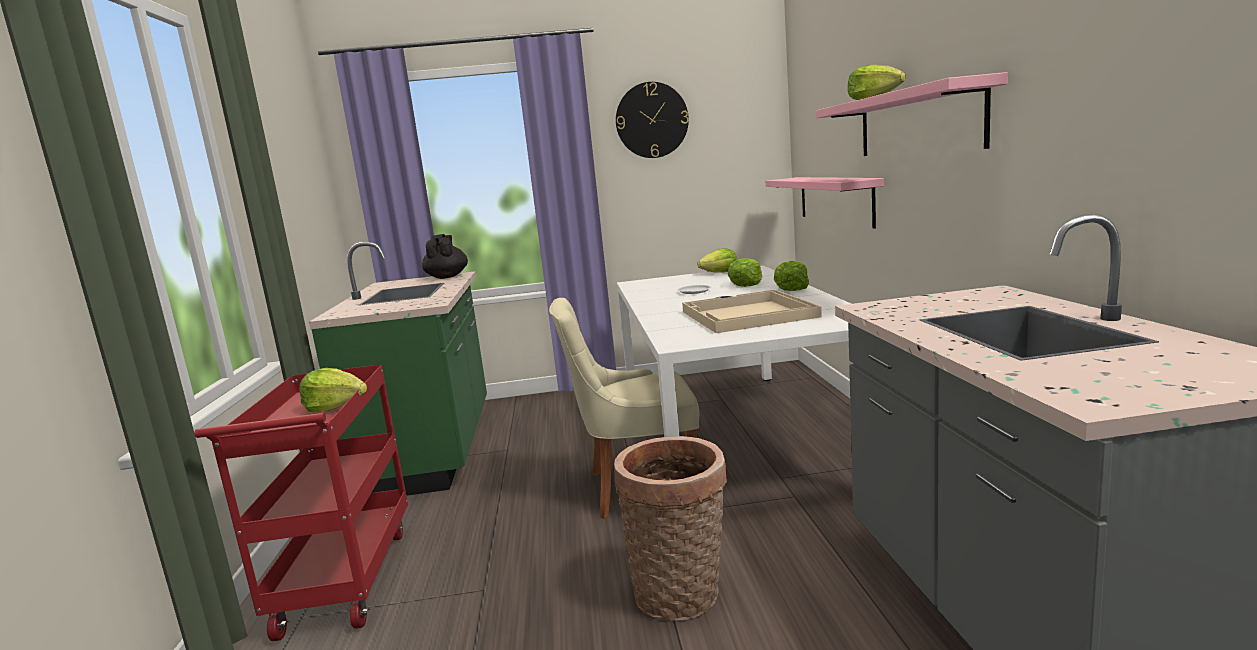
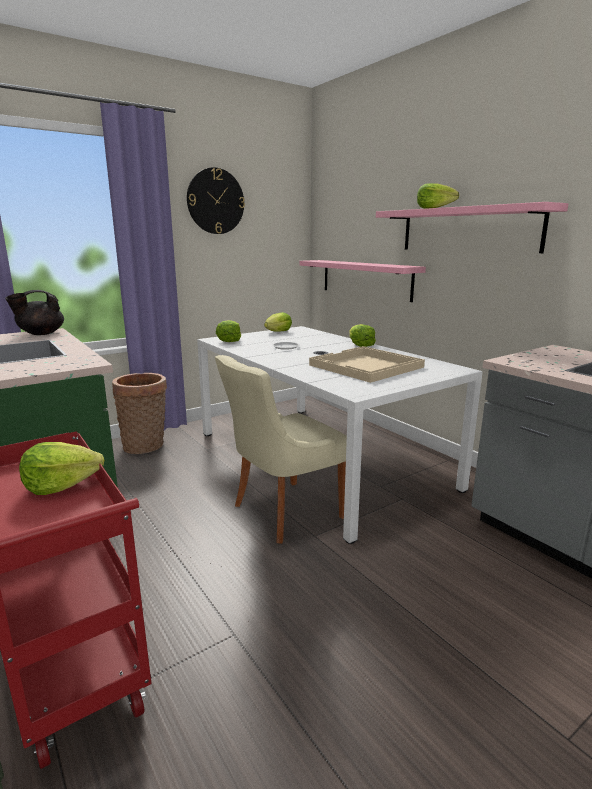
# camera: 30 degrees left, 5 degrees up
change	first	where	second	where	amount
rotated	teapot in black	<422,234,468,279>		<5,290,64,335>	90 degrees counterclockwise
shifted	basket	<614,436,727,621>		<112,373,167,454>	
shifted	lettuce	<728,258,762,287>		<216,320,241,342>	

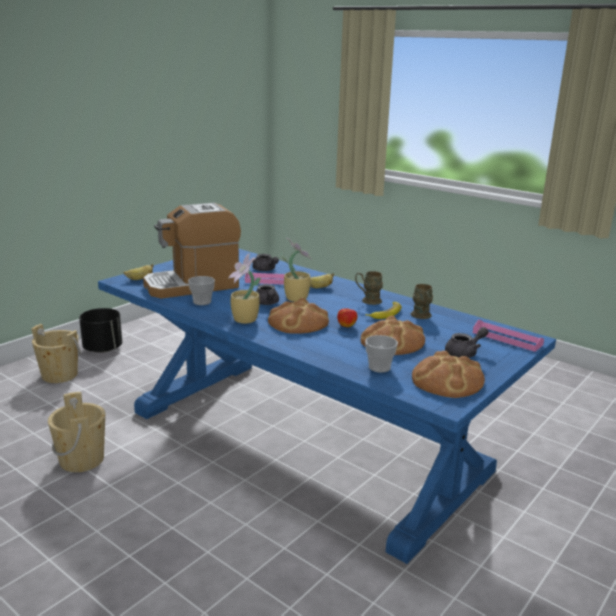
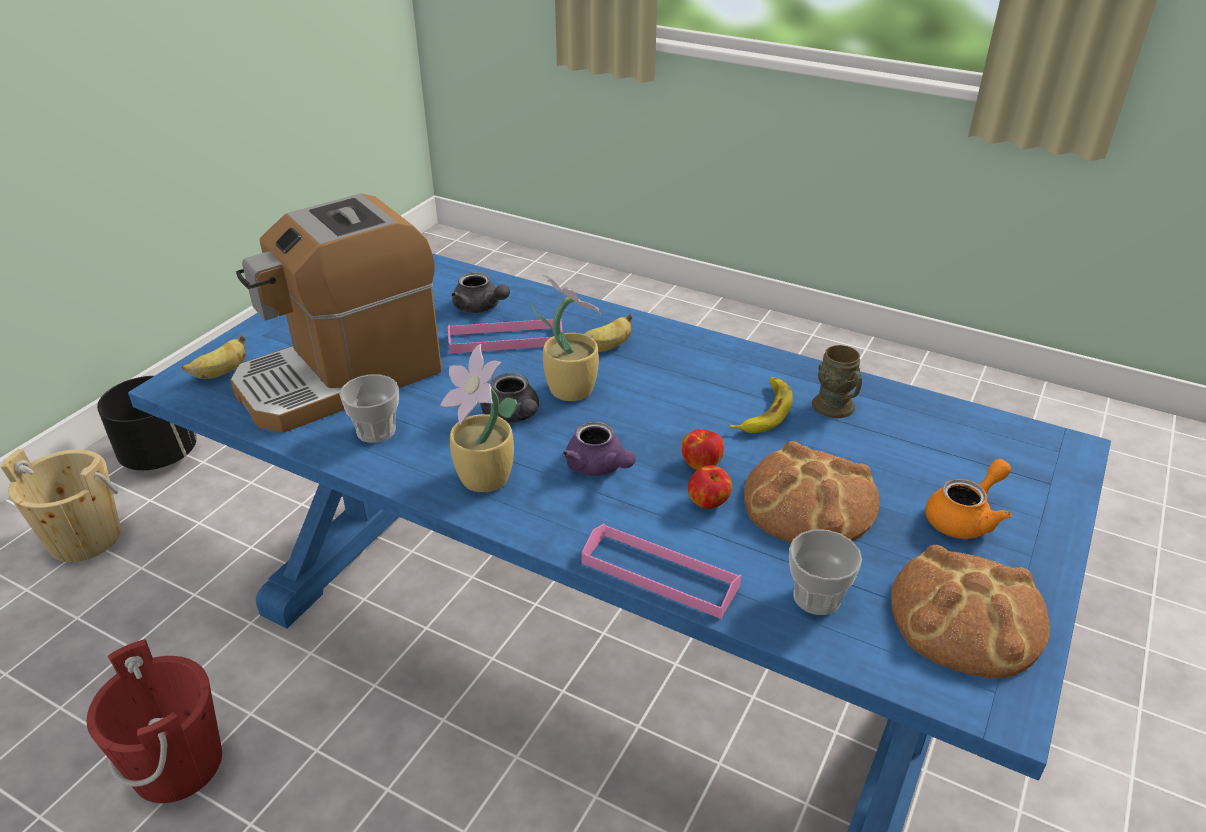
# camera: 10 degrees left, 15 degrees up
change	first	where	second	where	amount
repainted	bucket in beige	<48,392,105,472>	bucket in red	<87,639,222,803>	
swapped	bread	<268,298,329,334>	teapot in purple	<562,422,636,476>	
shifted	tray in pink	<473,320,544,352>		<582,523,741,619>	
new			apple	<688,465,732,509>	
repainted	teapot in grey	<445,327,489,358>	teapot in orange	<925,459,1011,539>	
gone	mug in brown	<355,271,383,305>			

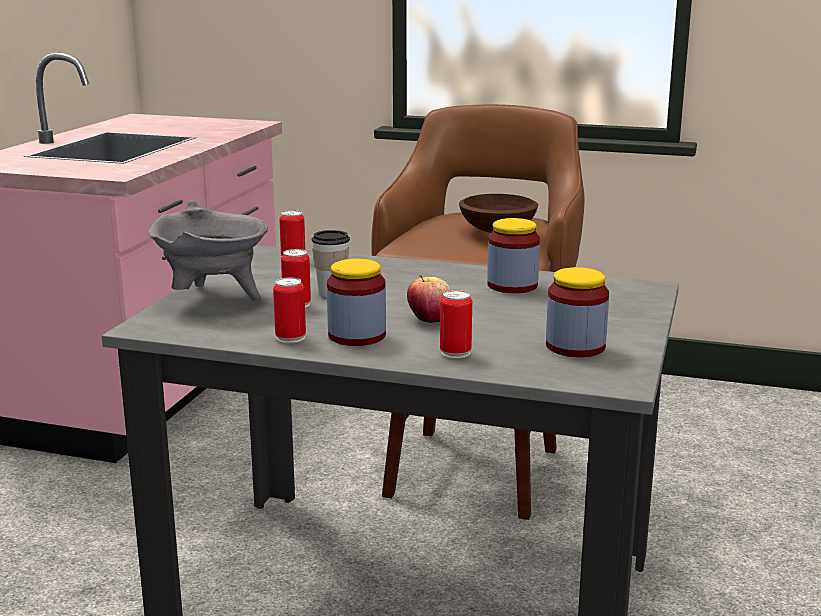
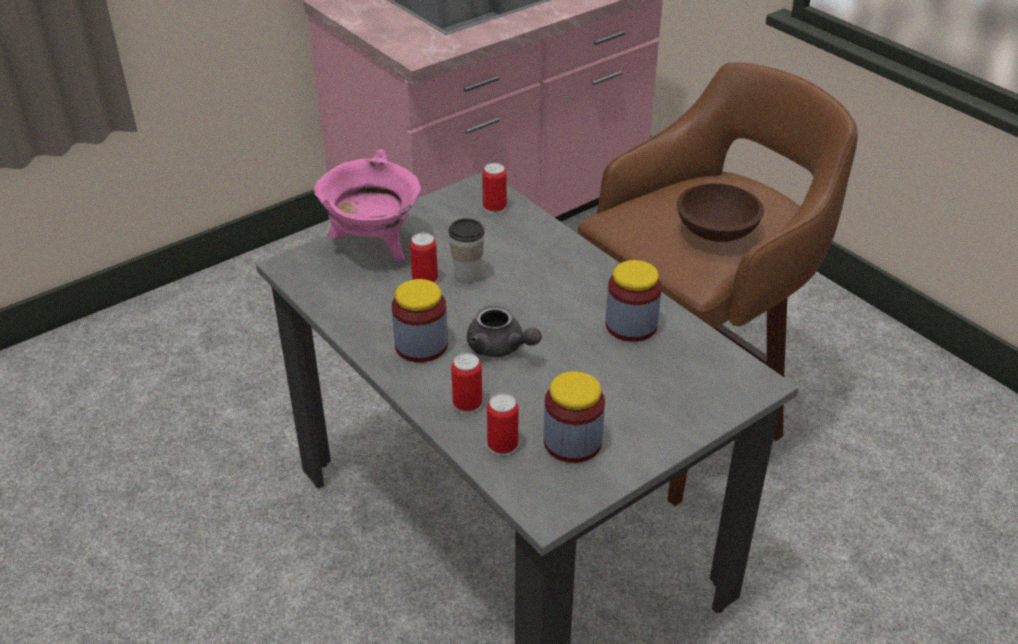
# camera: 35 degrees right, 20 degrees up
change	first	where	second	where	amount
repainted	cooking pot in grey	<148,200,268,301>	cooking pot in pink	<313,149,421,263>	
swapped	apple	<407,275,451,323>	teapot in grey	<467,305,542,357>	
shifted	can	<273,278,306,343>		<487,393,518,456>	

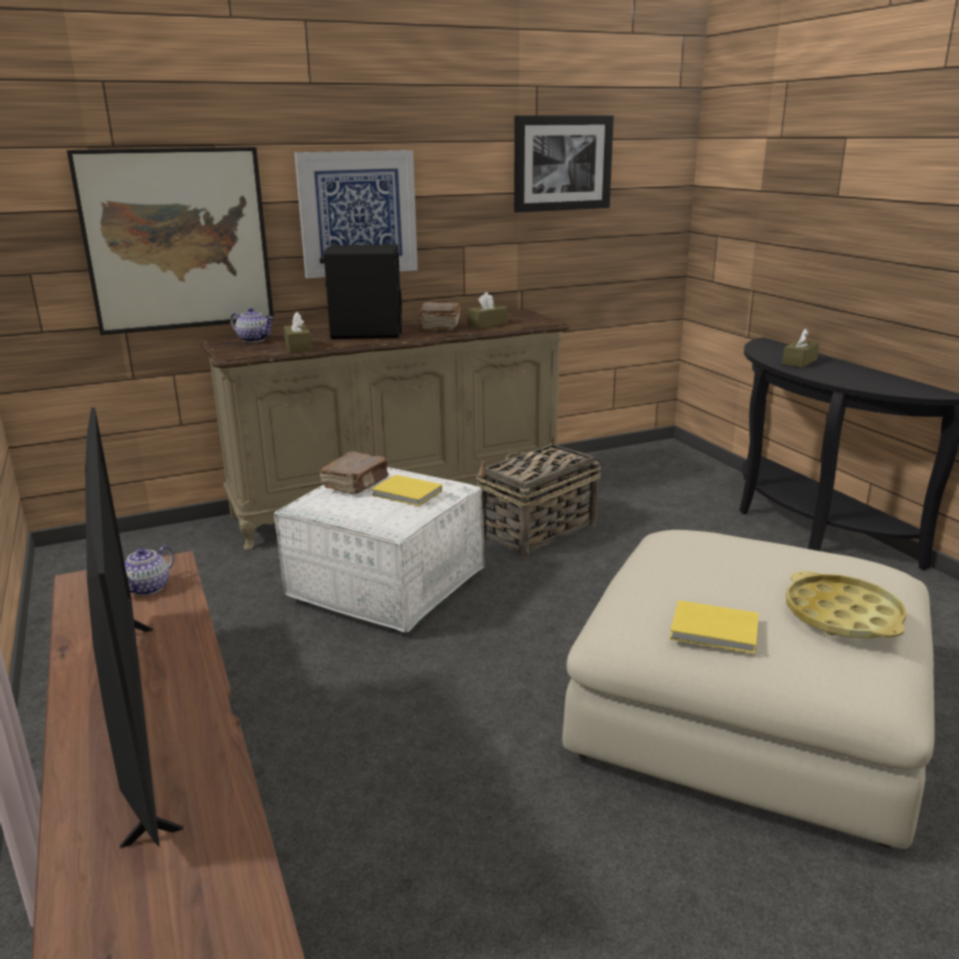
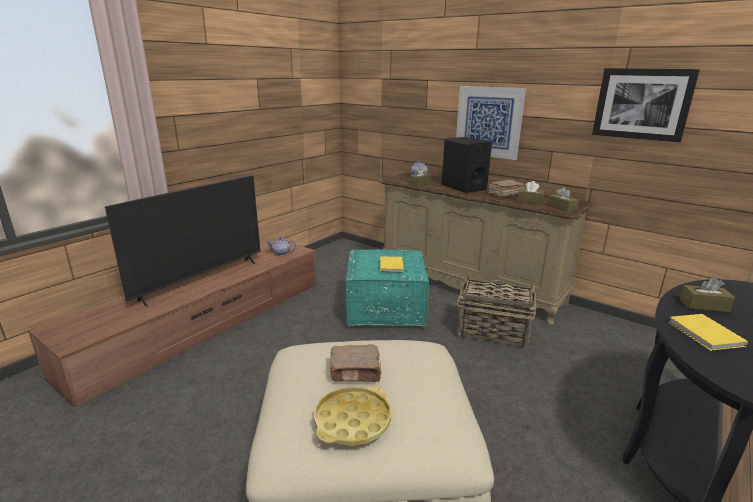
# camera: 60 degrees right, 0 degrees up
change	first	where	second	where	amount
shifted	book in brown	<320,451,389,494>		<330,344,382,382>	
repainted	ottoman in white	<274,467,485,633>	ottoman in turquoise	<346,250,429,327>	
new			tissue box in brown	<548,187,579,212>	
shifted	book in yellow	<670,600,759,654>		<668,314,748,351>	
gone	picture	<67,147,274,335>			

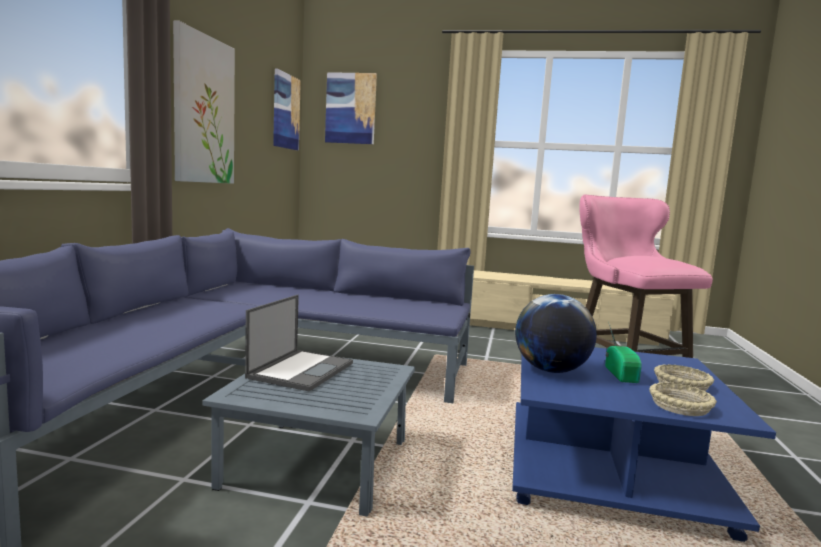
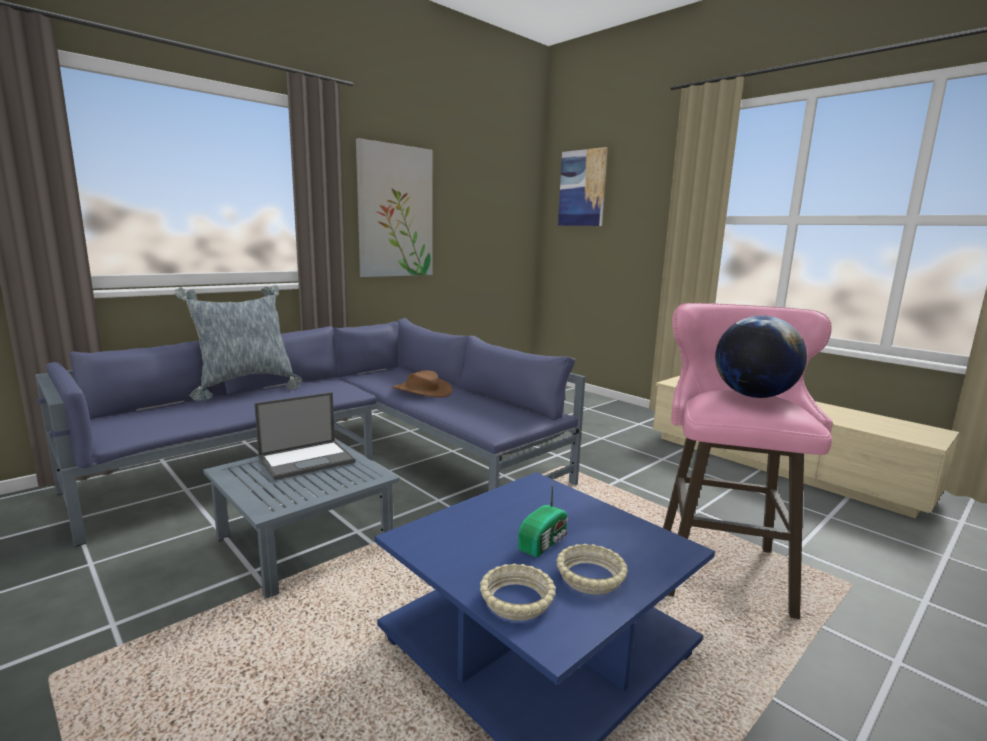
# camera: 35 degrees right, 5 degrees up
change	first	where	second	where	amount
new			pillow	<174,285,302,400>	
new			hat in brown	<392,371,453,397>	
shifted	globe	<515,294,597,373>		<715,316,807,398>	
gone	picture	<273,69,301,151>			

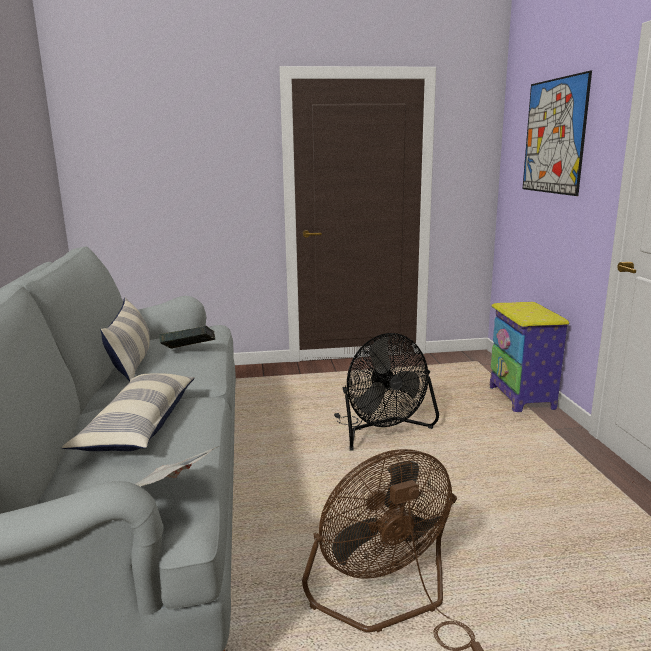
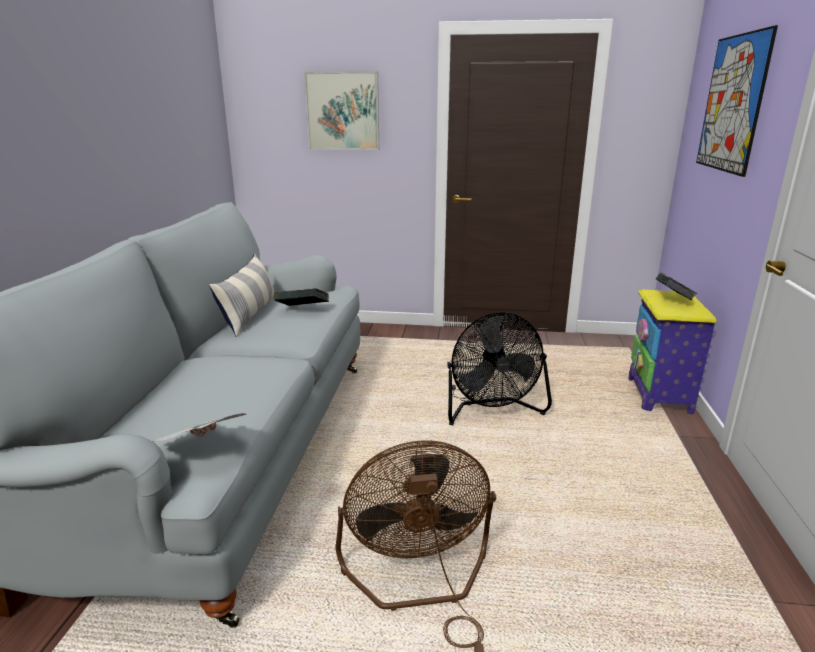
# camera: 15 degrees right, 5 degrees up
change	first	where	second	where	amount
new			picture	<304,71,379,150>	
new			book	<656,273,697,300>	
gone	pillow	<61,373,195,451>			

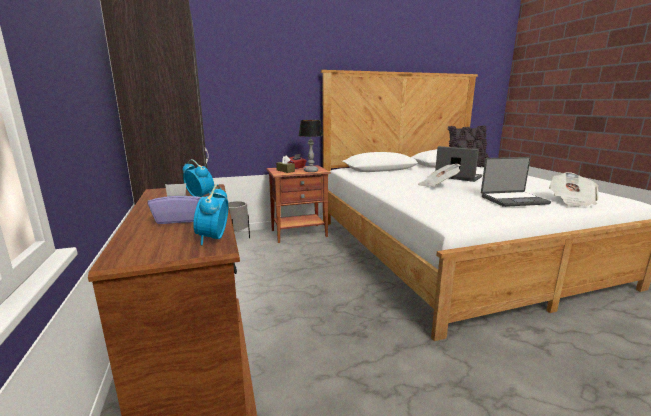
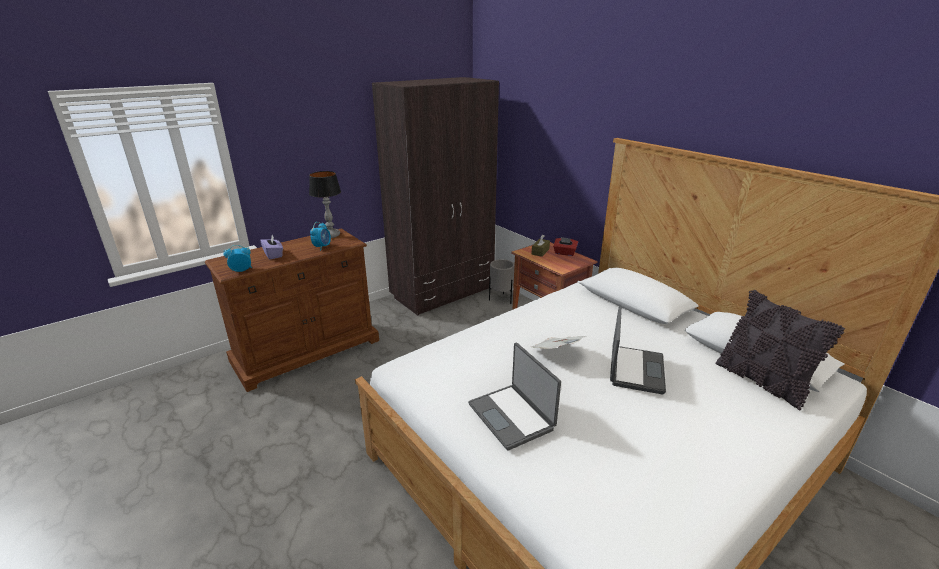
# camera: 70 degrees right, 10 degrees up
change	first	where	second	where	amount
shifted	table lamp	<298,120,323,172>		<309,171,341,238>	
gone	newspaper	<549,172,599,207>			

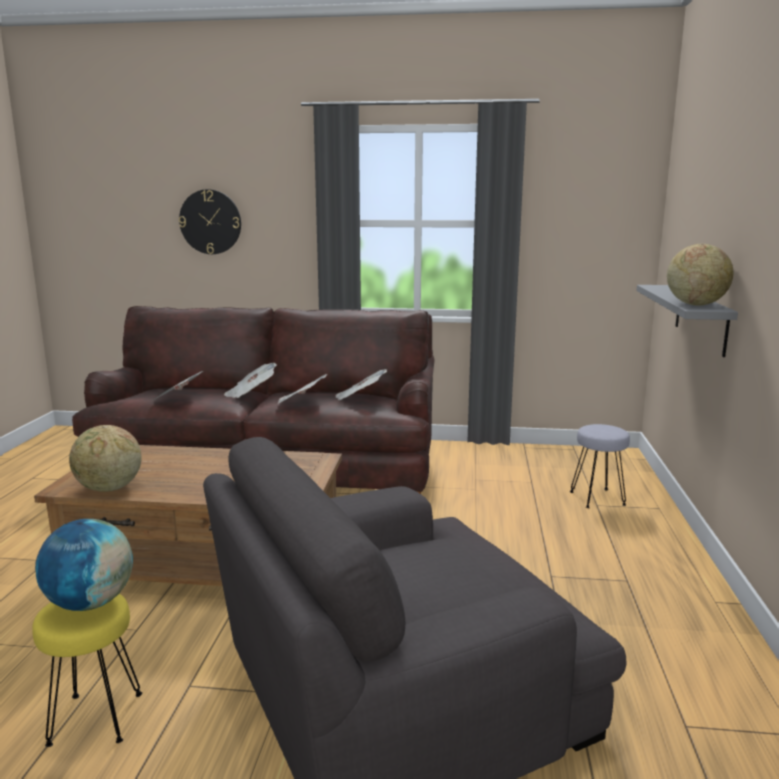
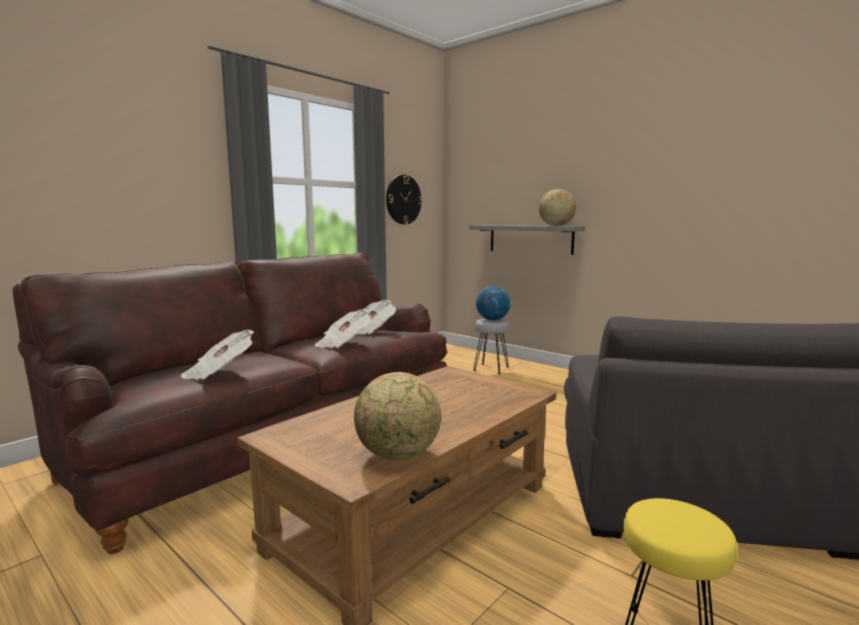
# camera: 55 degrees left, 5 degrees down
change	first	where	second	where	amount
shifted	wall clock	<179,189,241,254>		<386,175,423,224>	
shifted	globe	<35,519,133,611>		<476,286,511,320>	
gone	newspaper	<224,363,277,398>			

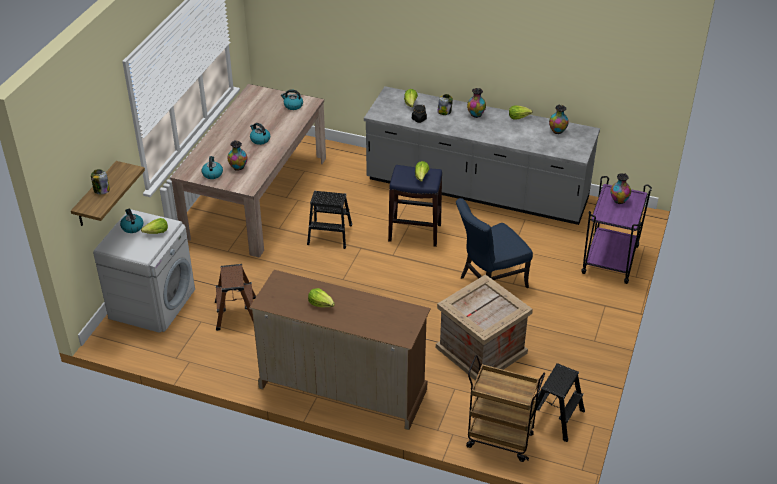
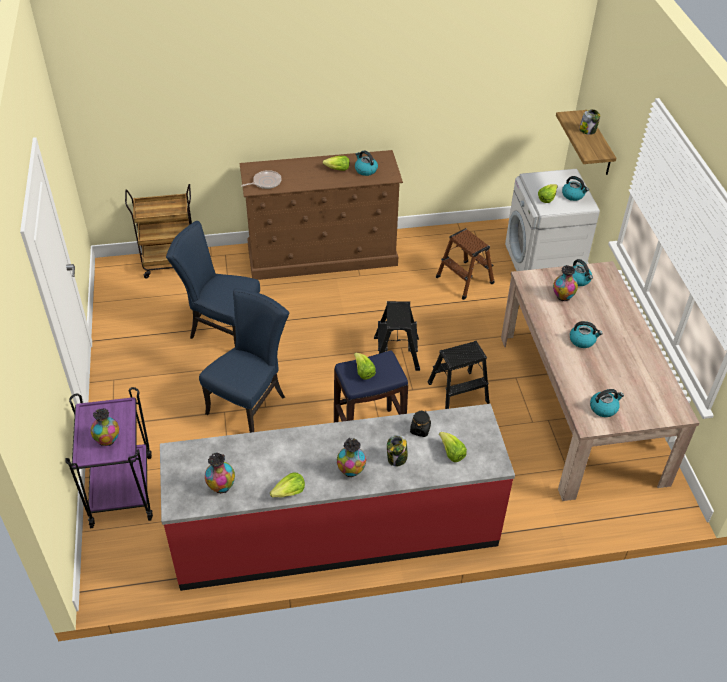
# camera: 150 degrees right, 5 degrees up
change	first	where	second	where	amount
repainted	counter in grey	<364,86,600,225>	counter in red	<160,404,515,591>	
swapped	crate	<436,274,533,382>	chair in blue	<166,221,260,345>	
new			frying pan	<241,170,282,189>	
new			kettle	<355,150,378,176>	
shifted	step ladder in black	<531,363,585,442>		<374,301,420,371>	

